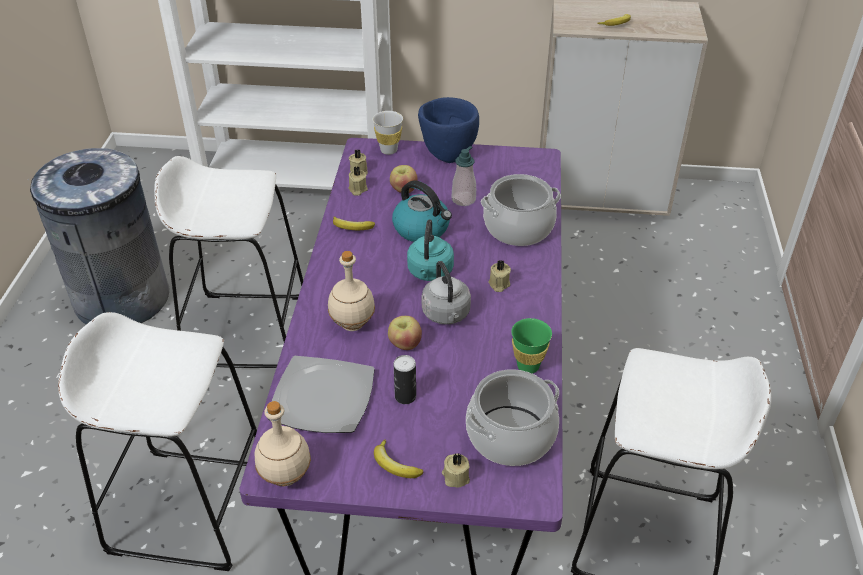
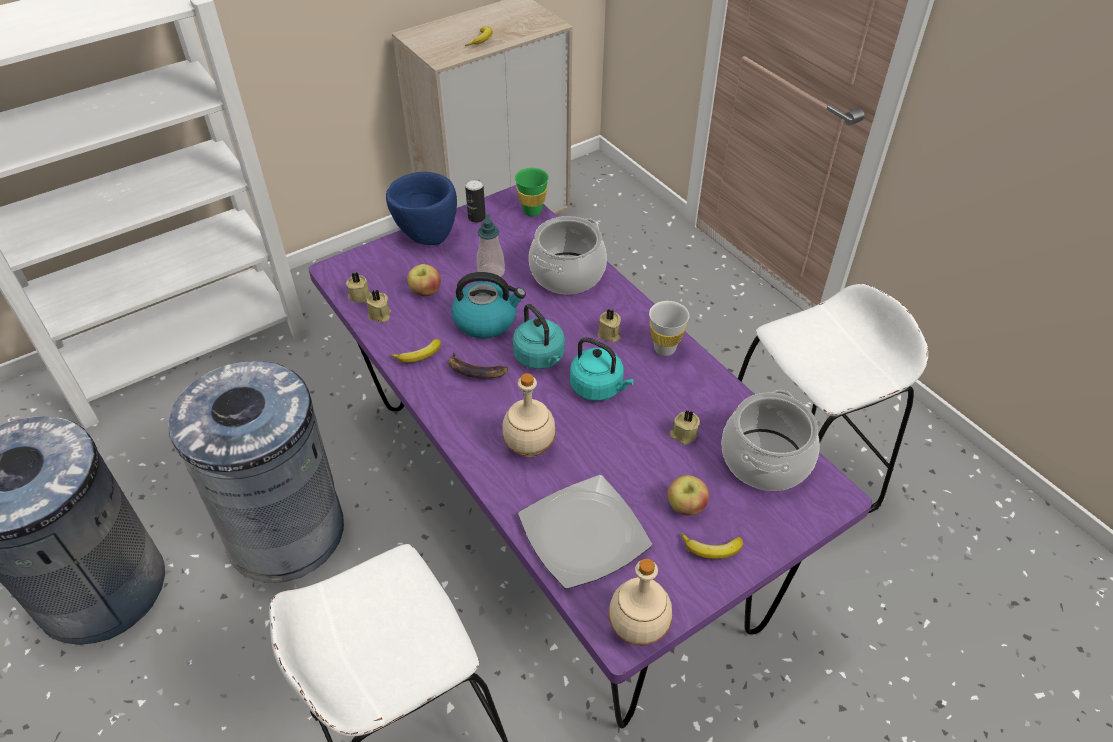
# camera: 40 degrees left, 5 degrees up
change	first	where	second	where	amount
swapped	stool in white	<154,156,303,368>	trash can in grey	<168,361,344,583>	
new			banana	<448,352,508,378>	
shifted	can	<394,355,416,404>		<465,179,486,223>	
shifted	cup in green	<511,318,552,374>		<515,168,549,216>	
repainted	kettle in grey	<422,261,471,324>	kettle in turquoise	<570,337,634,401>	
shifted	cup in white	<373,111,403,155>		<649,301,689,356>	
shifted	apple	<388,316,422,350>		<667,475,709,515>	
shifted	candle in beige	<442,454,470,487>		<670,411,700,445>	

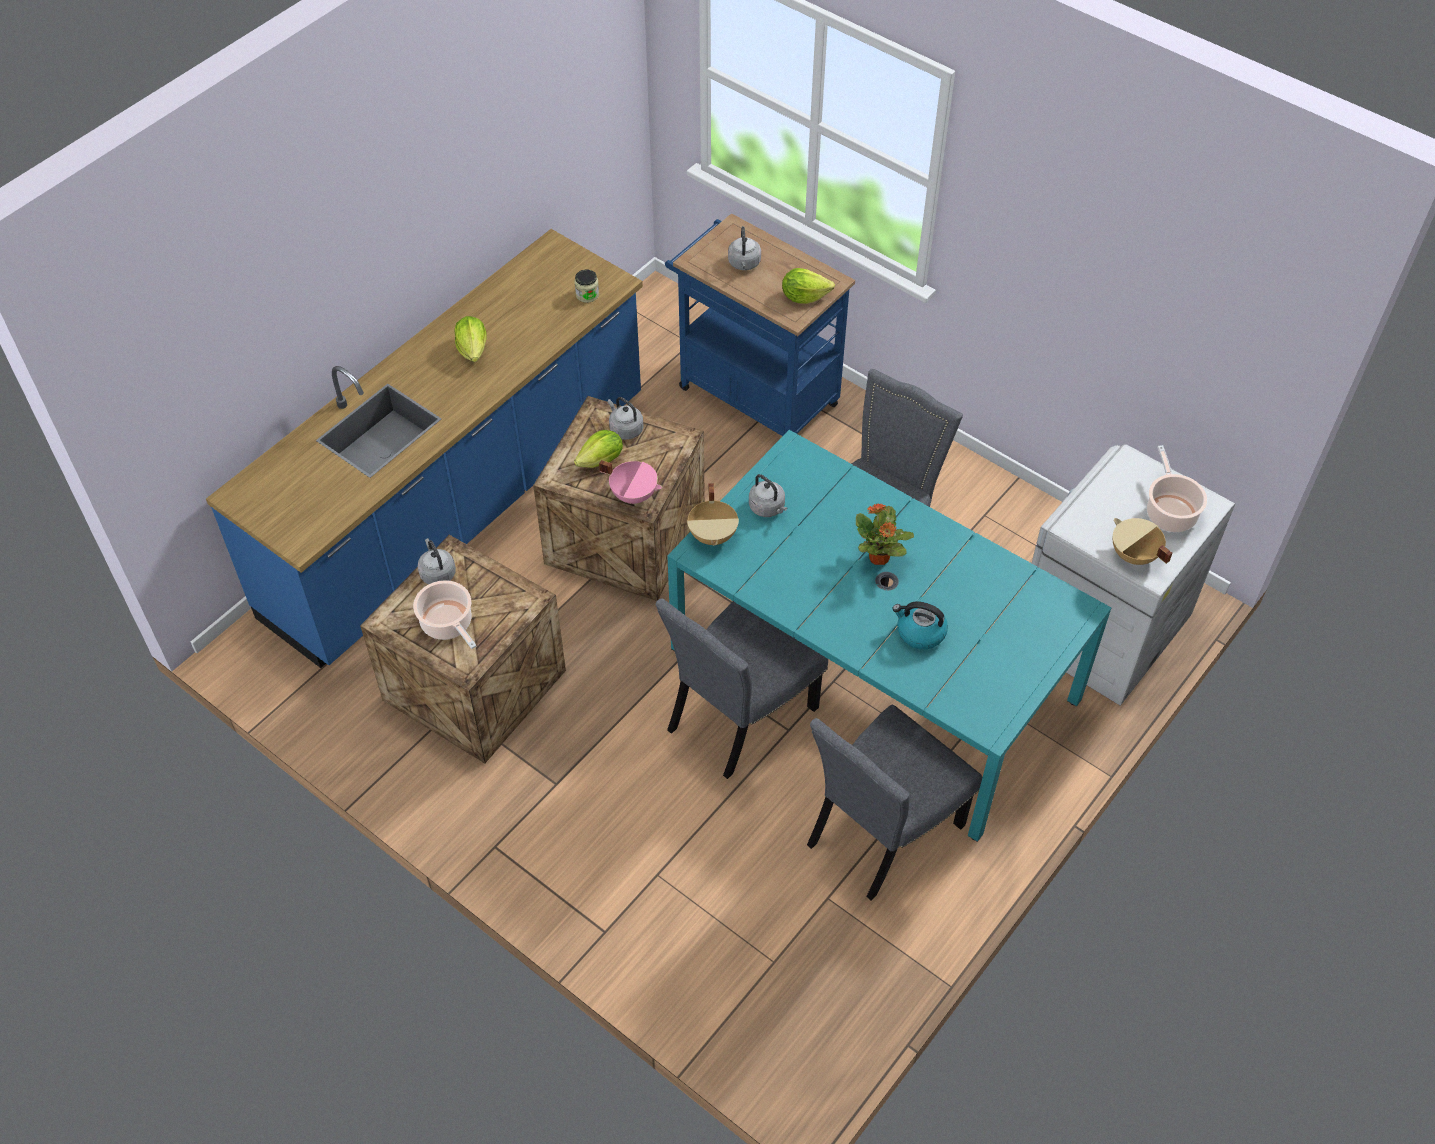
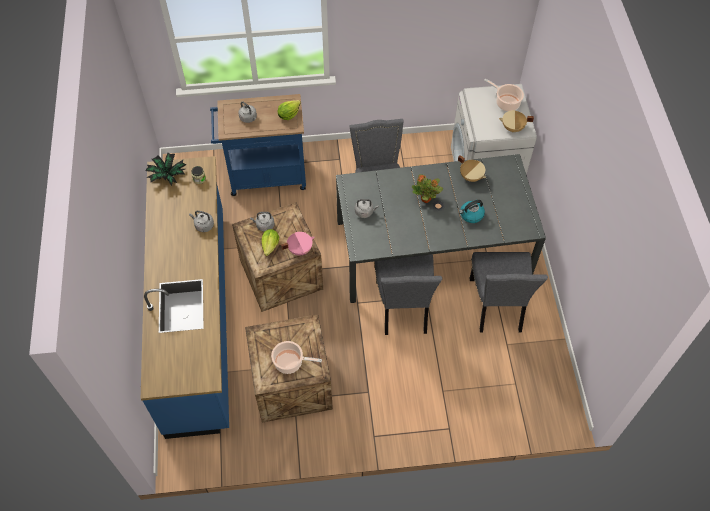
# camera: 45 degrees left, 5 degrees up
change	first	where	second	where	amount
new			potted plant	<145,153,187,186>	
shifted	kettle in grey	<418,538,456,584>		<189,211,214,232>	
repainted	dining table in turquoise	<667,430,1111,842>	dining table in grey	<336,154,546,303>	
shifted	cooking pot in beige	<687,483,739,546>		<458,155,486,182>	
gone	lettuce	<454,316,487,362>			

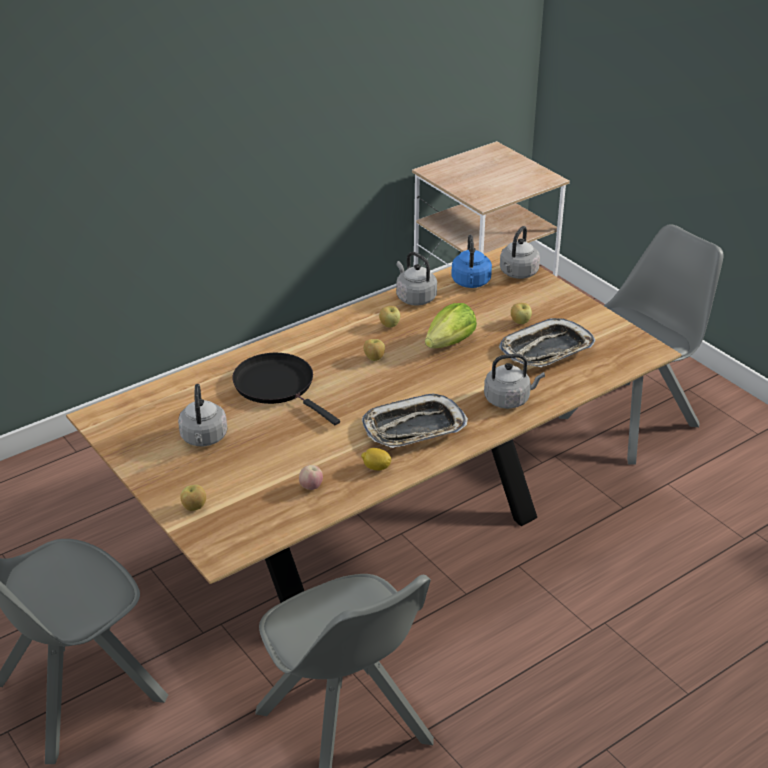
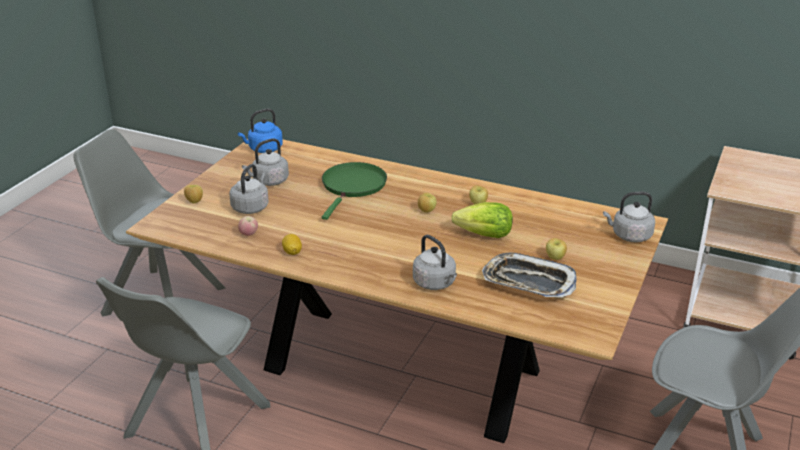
# camera: 60 degrees right, 5 degrees down
change	first	where	second	where	amount
shifted	kettle in grey	<396,252,437,305>		<230,164,269,214>	
shifted	kettle in blue	<451,235,492,288>		<238,109,283,153>	
repainted	frying pan in black	<232,353,340,425>	frying pan in green	<322,162,387,220>	
gone	tray	<362,393,468,448>			

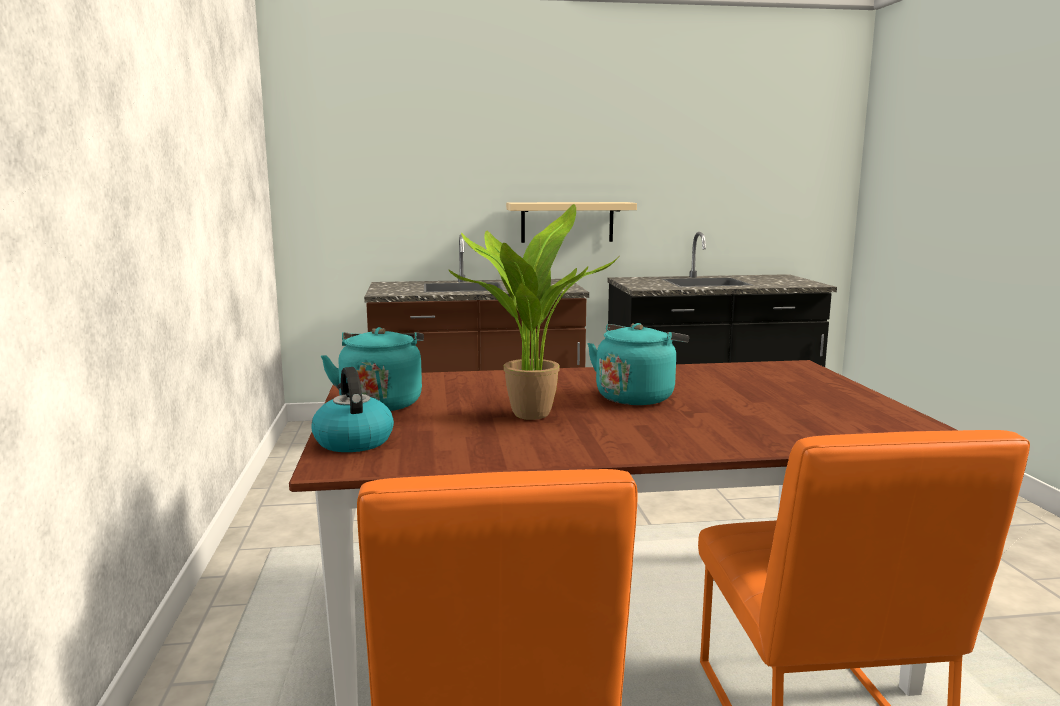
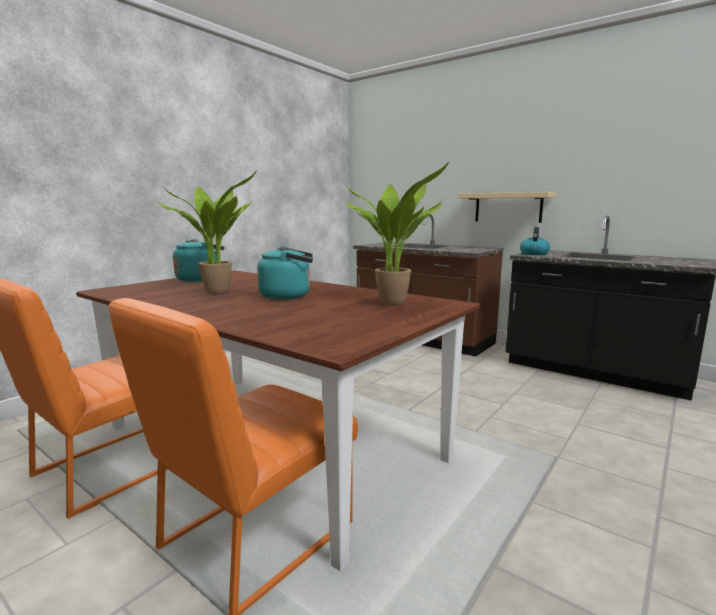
# camera: 45 degrees right, 0 degrees up
change	first	where	second	where	amount
new			potted plant	<345,161,449,305>	
shifted	kettle	<312,367,394,452>		<520,227,550,255>	

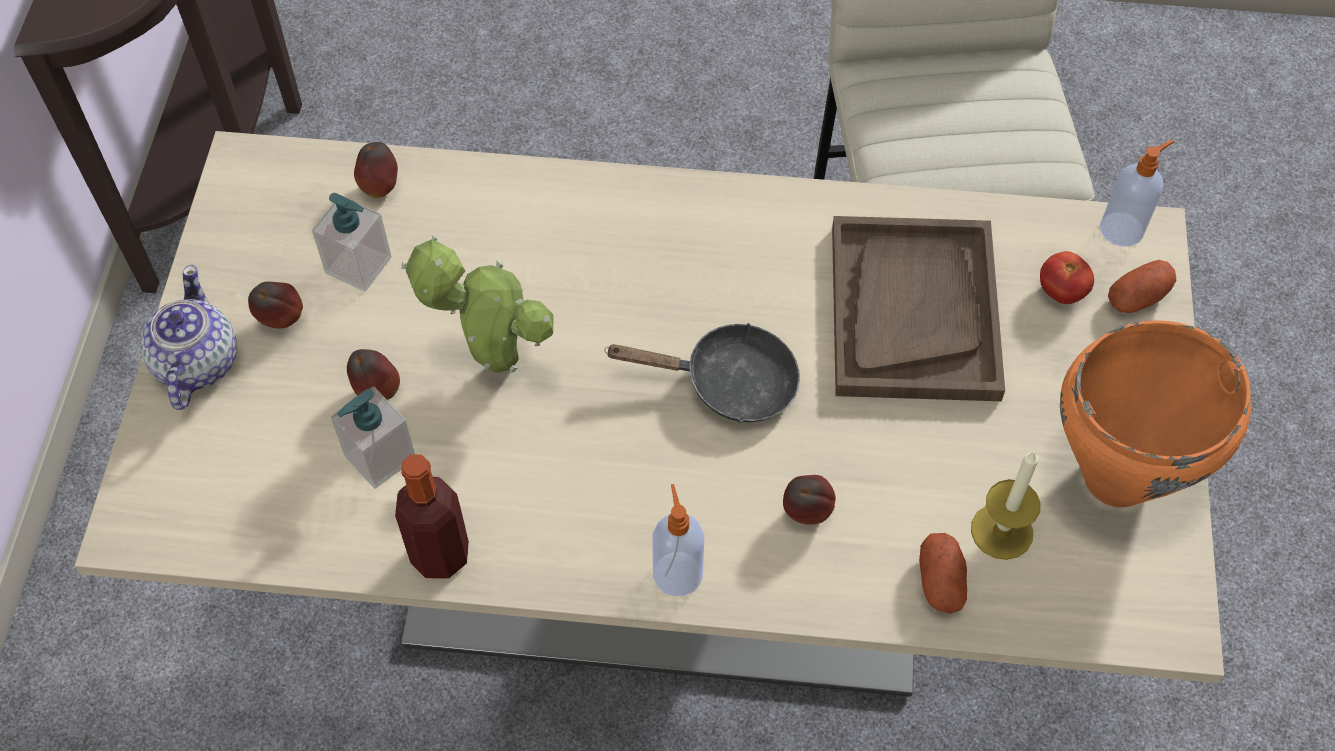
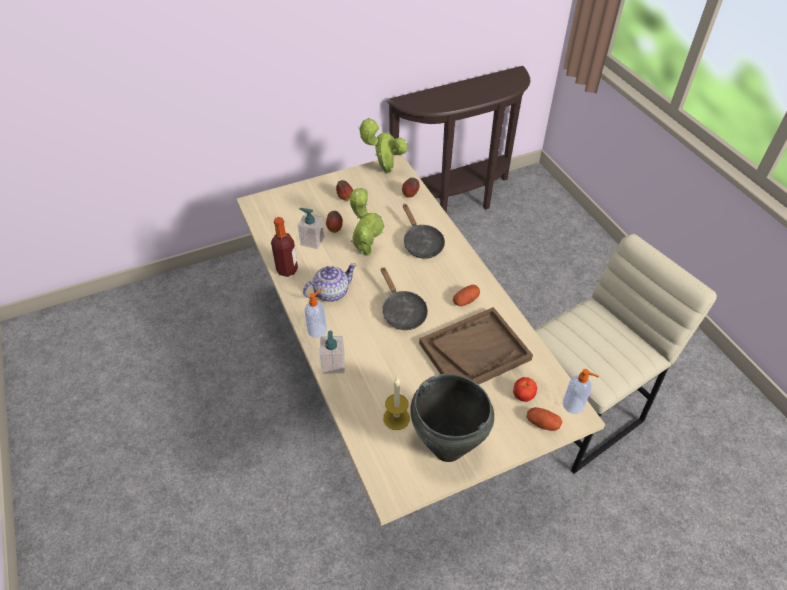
# camera: 60 degrees right, 10 degrees down
change	first	where	second	where	amount
shifted	teapot	<140,265,237,410>		<303,263,357,302>	
shifted	soap dispenser	<312,193,392,291>		<320,331,345,374>	
new			potted plant	<358,117,407,173>	
new			frying pan in black	<403,204,445,259>	
repainted	cooking pot in orange	<1060,320,1251,507>	cooking pot in black	<410,374,494,462>	
shifted	potato	<919,533,967,614>		<453,285,480,306>	
gone	apple	<783,475,836,525>			

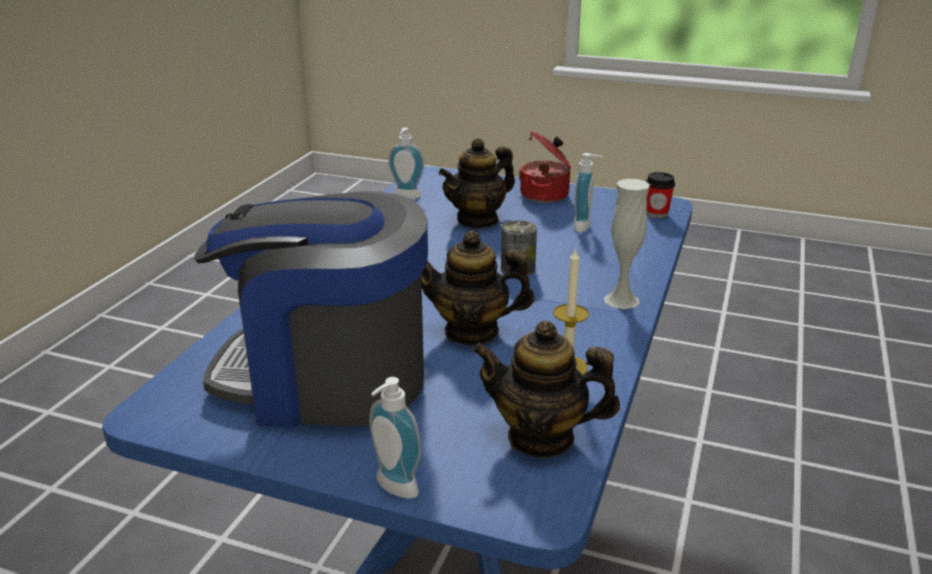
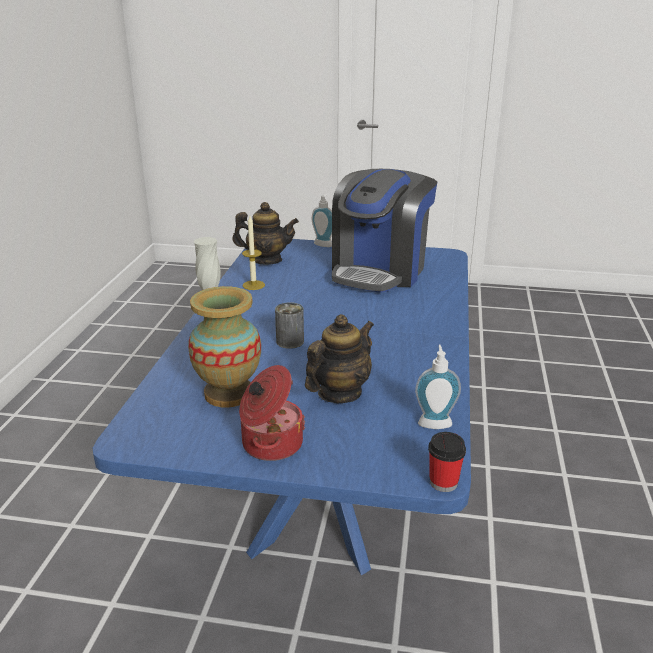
# camera: 170 degrees right, 0 degrees up
change	first	where	second	where	amount
swapped	soap dispenser	<573,153,603,232>	vase	<188,286,261,408>	
rotated	coffee machine	<194,191,428,428>		<332,169,437,293>	120 degrees clockwise
shifted	cup	<646,172,675,218>		<428,432,466,492>	
gone	teapot	<421,231,534,345>			

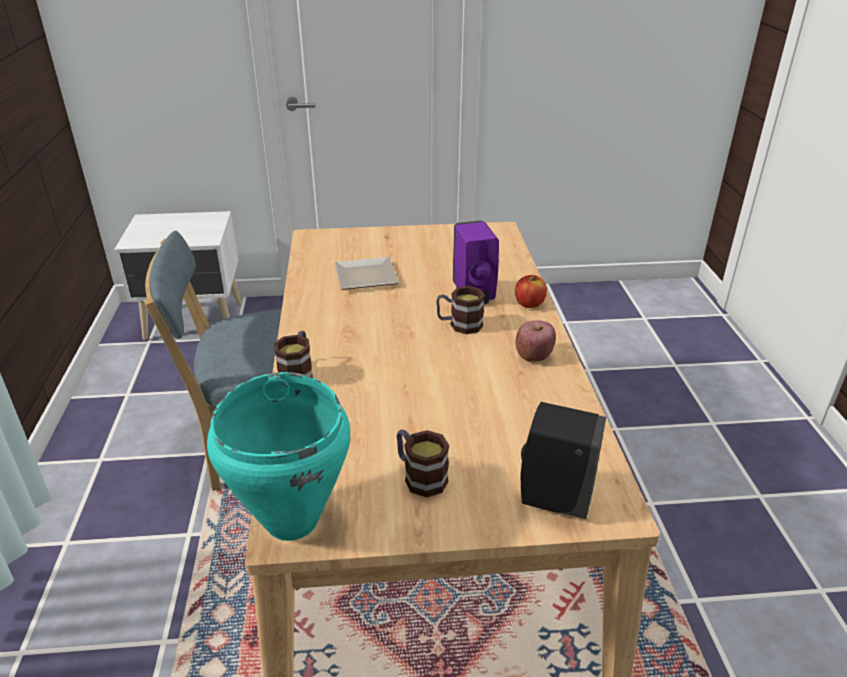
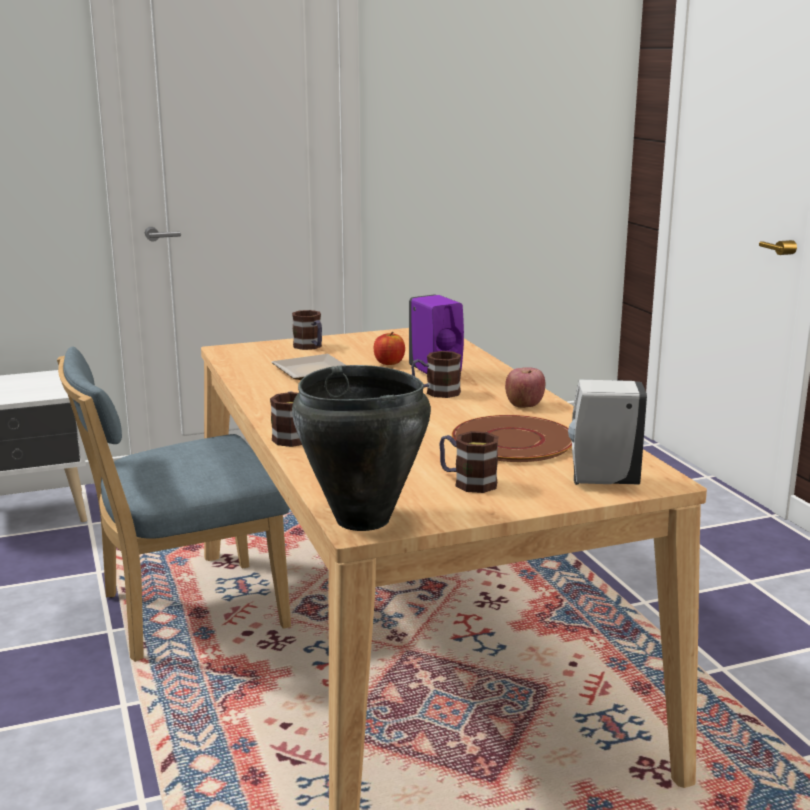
# camera: 15 degrees left, 15 degrees down
change	first	where	second	where	amount
new			mug	<292,310,322,350>	
repainted	cooking pot in turquoise	<207,372,350,541>	cooking pot in black	<292,365,431,531>	
shifted	apple	<515,275,547,308>		<374,332,405,365>	
new			plate in brown	<452,415,572,462>	
repainted	soap dispenser in black	<520,402,606,519>	soap dispenser in white	<568,380,647,485>	

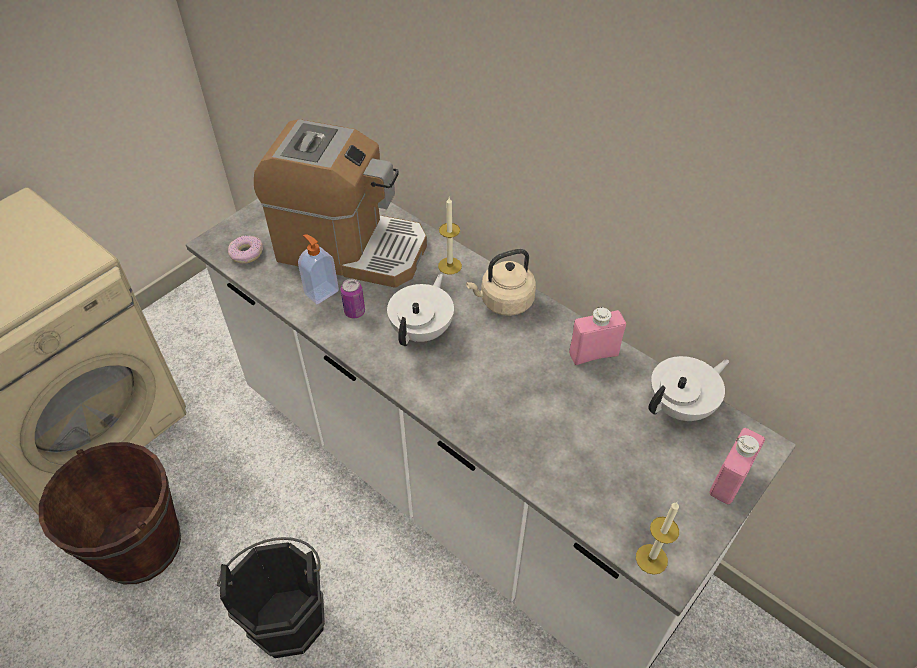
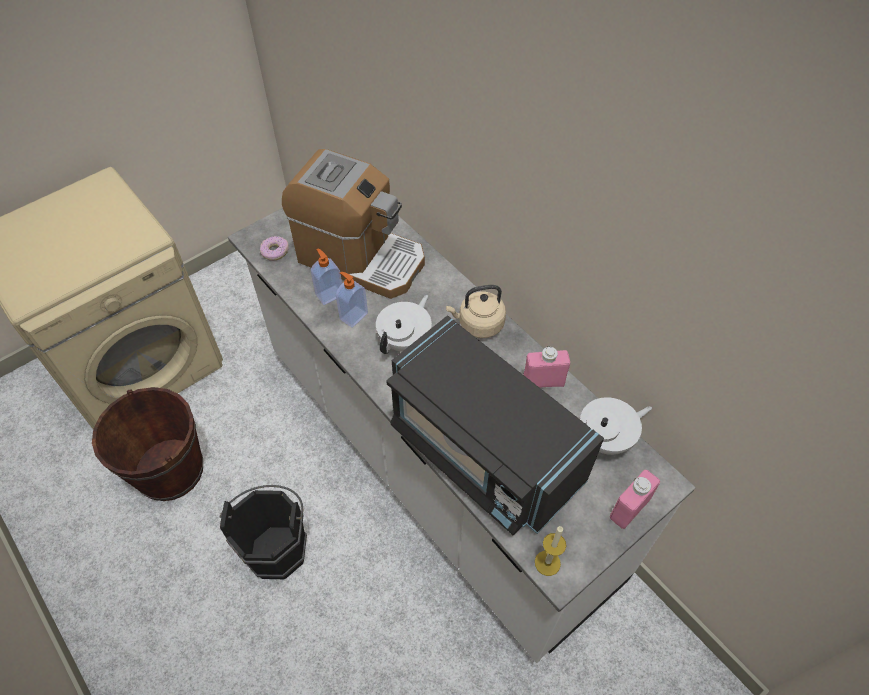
# camera: 10 degrees right, 5 degrees up
change	first	where	second	where	amount
swapped	can	<341,279,365,319>	soap dispenser	<336,272,368,328>	
new			microwave in black	<386,315,604,535>	
gone	candle	<438,197,462,275>			

